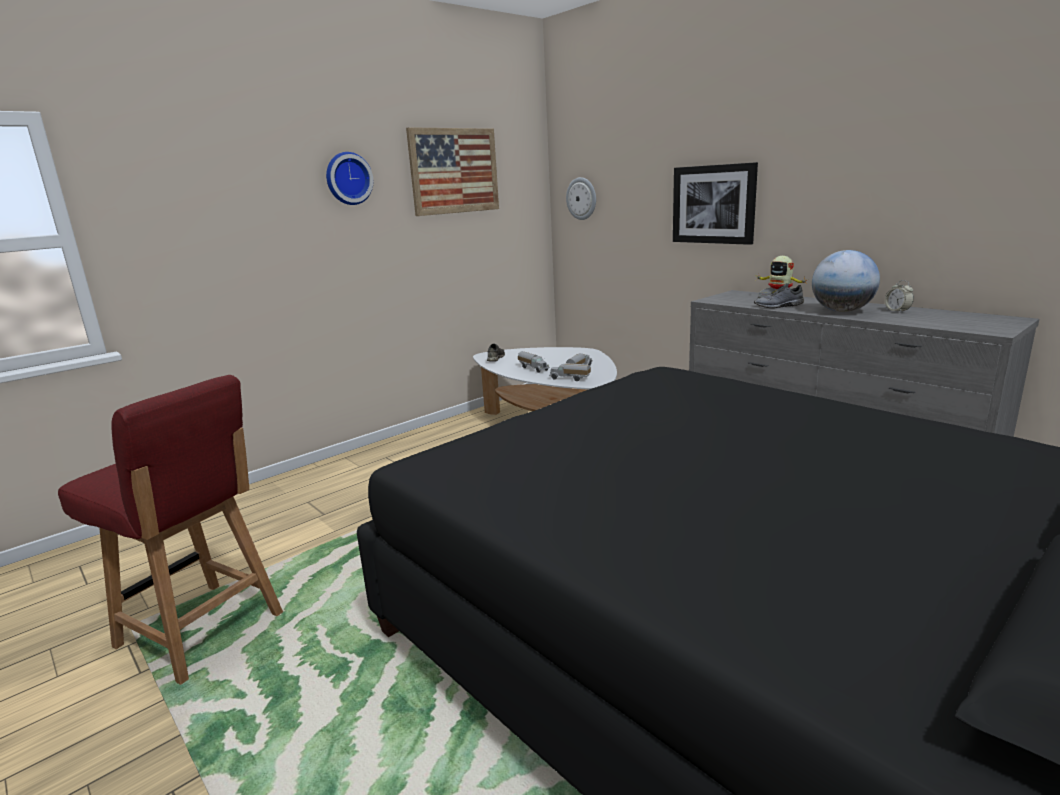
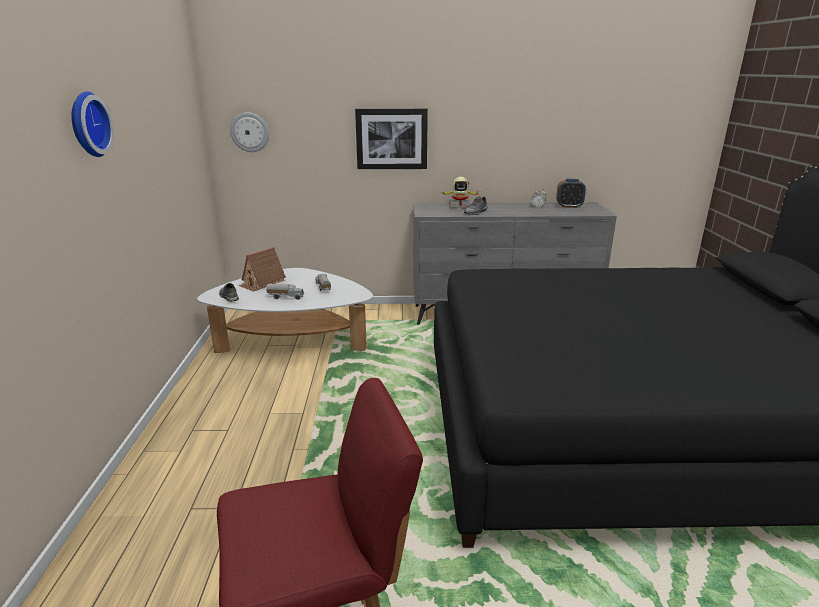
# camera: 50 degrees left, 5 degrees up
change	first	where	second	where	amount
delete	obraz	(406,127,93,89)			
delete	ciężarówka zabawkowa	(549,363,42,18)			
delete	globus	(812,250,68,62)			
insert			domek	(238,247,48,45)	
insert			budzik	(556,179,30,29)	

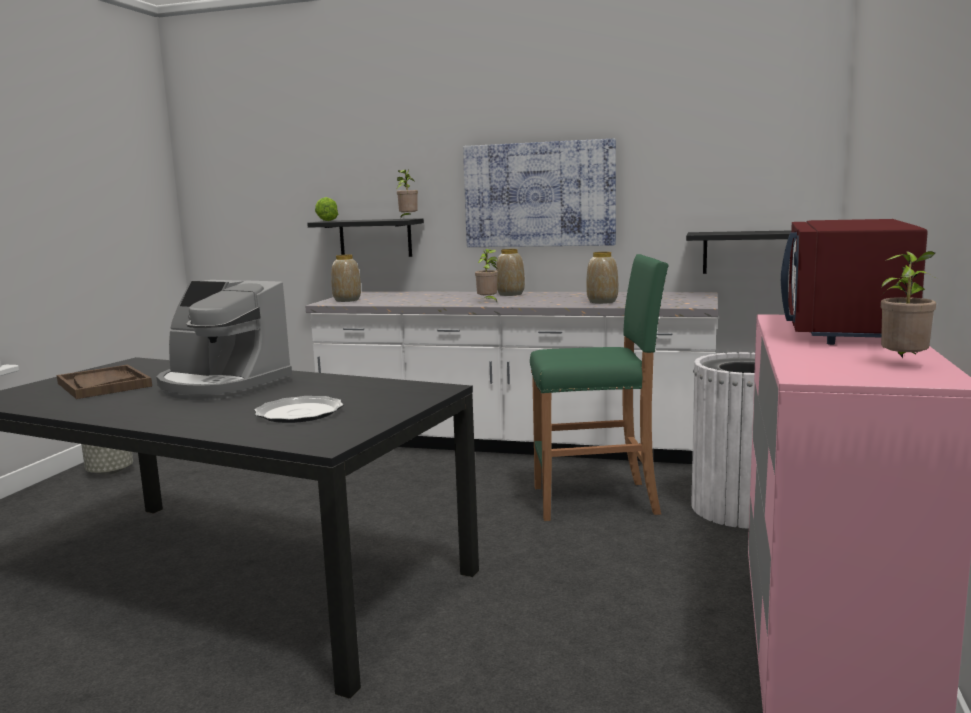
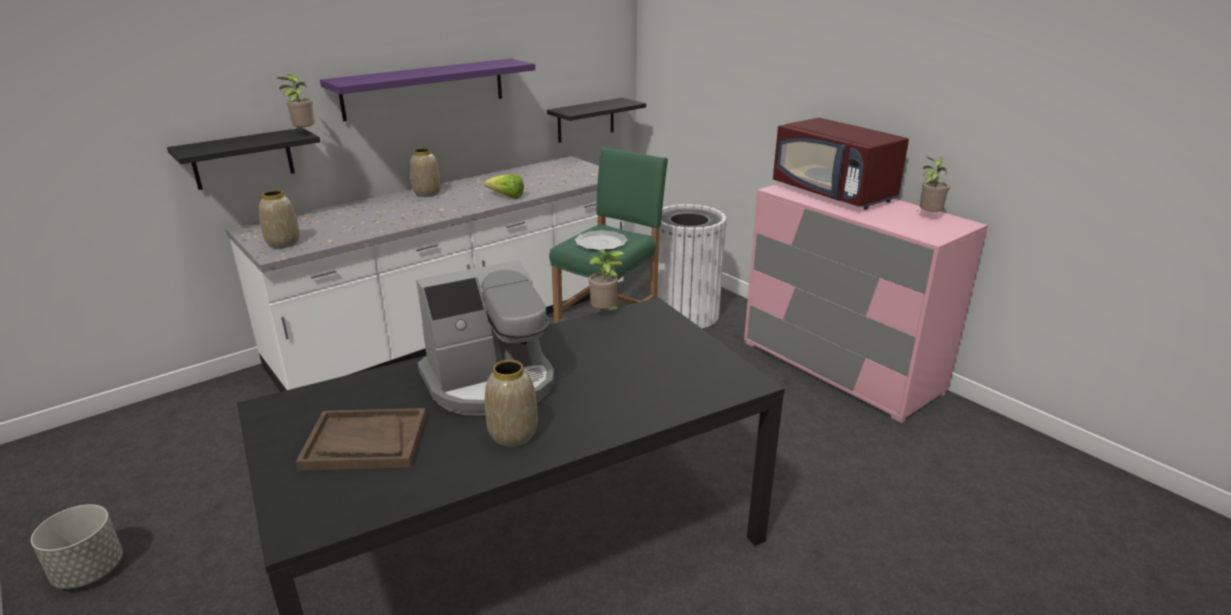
# camera: 55 degrees left, 15 degrees up
change	first	where	second	where	amount
move	talerz	(254,396,90,27)		(575,230,53,21)	
move	sałata	(315,197,23,24)		(484,174,40,25)	
replace	obraz	(463,139,153,108)	półka [fioletowy]	(320,58,215,63)	
move	roślina doniczkowa	(475,249,23,53)		(588,250,37,61)	
move	wazon	(586,252,32,52)		(485,360,53,87)	

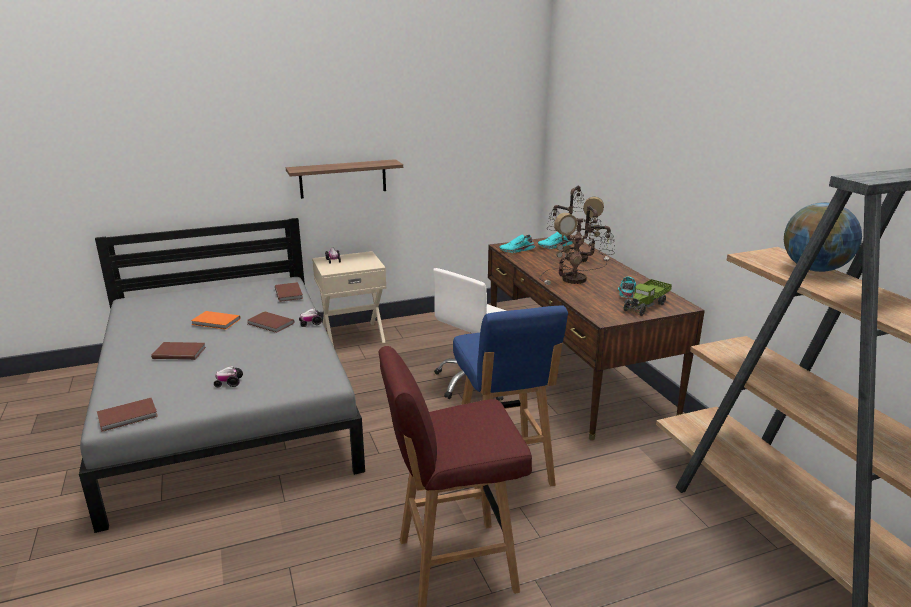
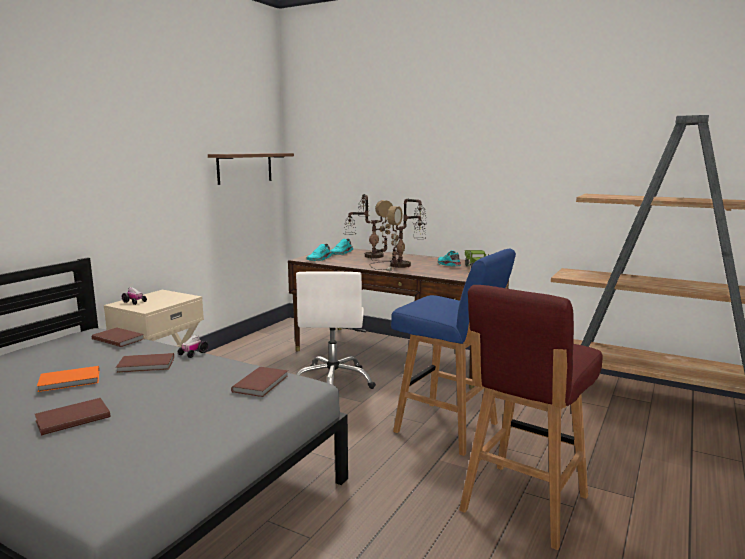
# camera: 40 degrees left, 10 degrees down
change	first	where	second	where	amount
move	książka [brązowy]	(97,398,61,34)		(231,367,57,30)	
delete	samochodzik	(214,367,29,21)			
move	półka	(286,159,117,40)		(208,153,86,32)	
delete	globus	(784,202,78,70)			

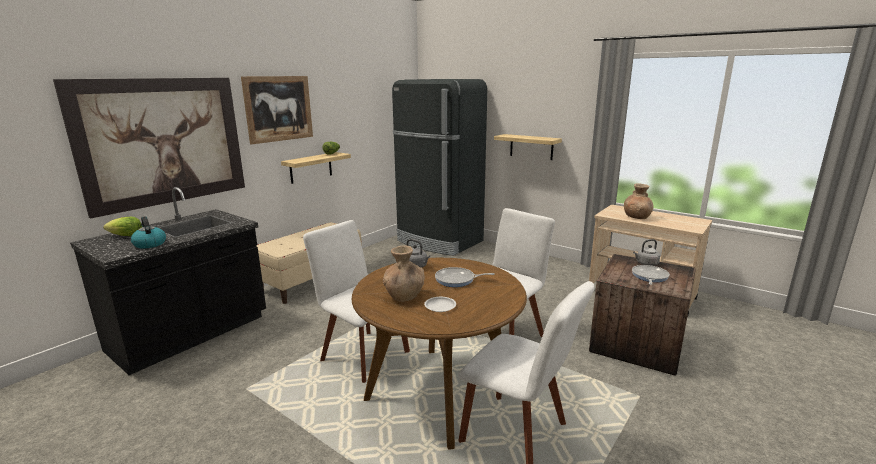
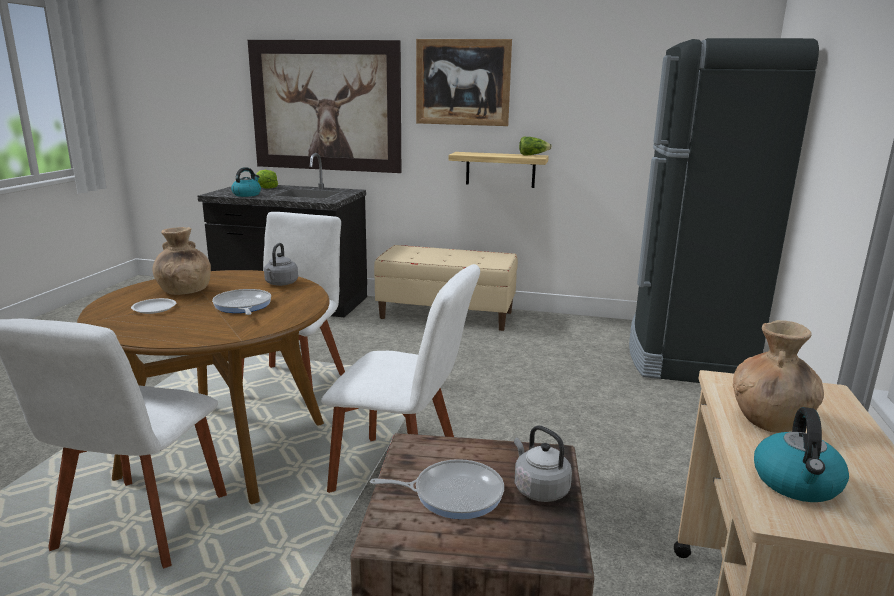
# camera: 65 degrees right, 0 degrees up
change	first	where	second	where	amount
delete	półka	(494,134,68,26)			
insert			czajnik	(754,407,95,95)	

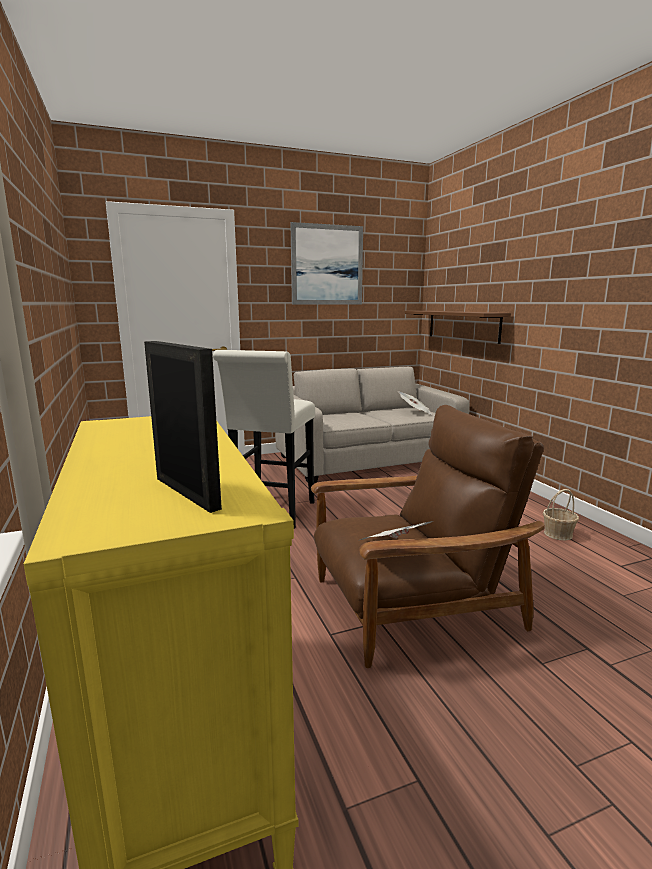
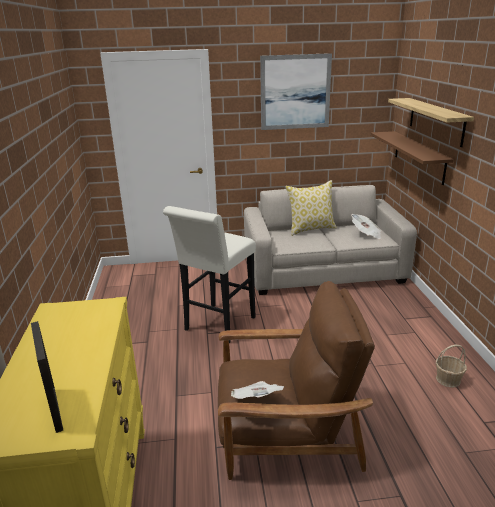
# camera: 15 degrees right, 10 degrees up
change	first	where	second	where	amount
insert			poduszka	(286,180,51,56)	
insert			półka	(388,98,86,49)	

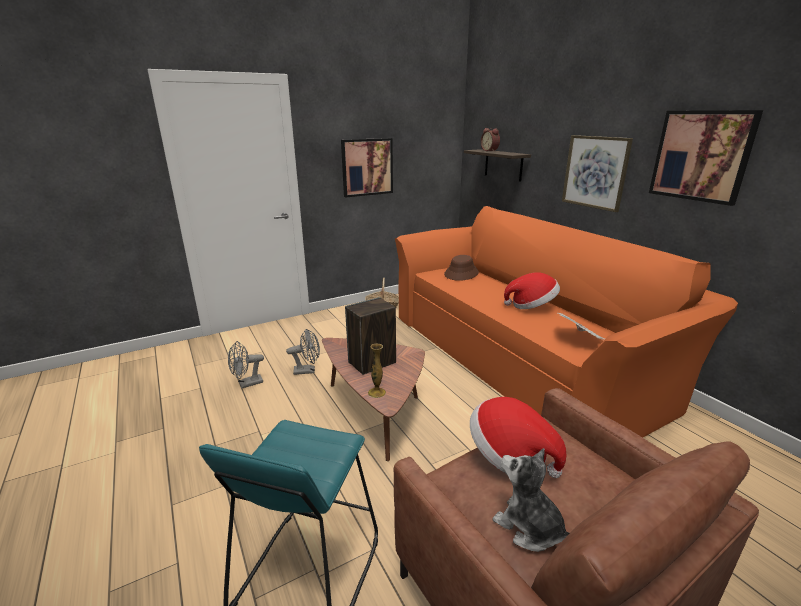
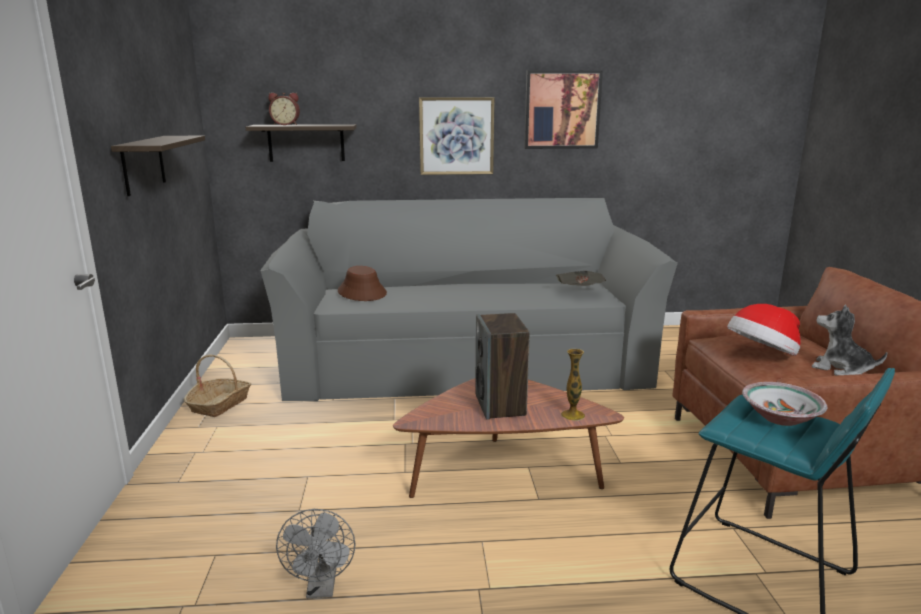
# camera: 65 degrees left, 5 degrees down
change	first	where	second	where	amount
delete	wentylator [szary]	(286,329,34,46)			
replace	obraz	(341,138,52,60)	półka	(111,136,94,60)	
recolor	kanapa [pomarańczowy]	(395,206,343,232)	kanapa [szary]	(261,198,417,203)	
rotate	pluszak	(492,448,78,104)		(812,305,76,70)	60 degrees clockwise
delete	kapelusz	(504,272,56,37)			
insert			miska	(742,382,85,44)	

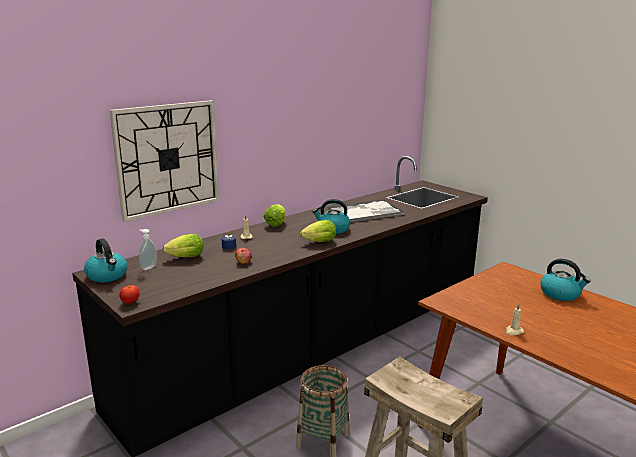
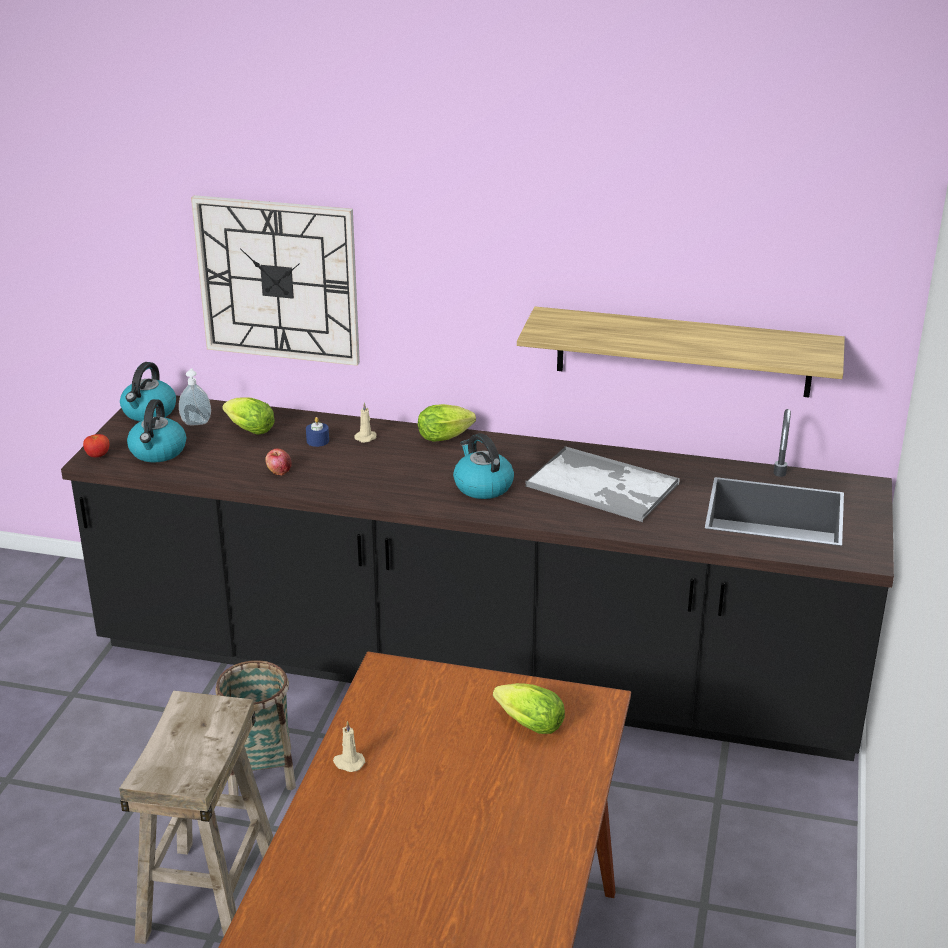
# camera: 55 degrees right, 10 degrees up
change	first	where	second	where	amount
move	sałata	(300,220,36,22)		(493,683,72,51)	
move	czajnik	(540,259,51,42)		(127,399,59,63)	
insert			półka	(517,307,328,90)	

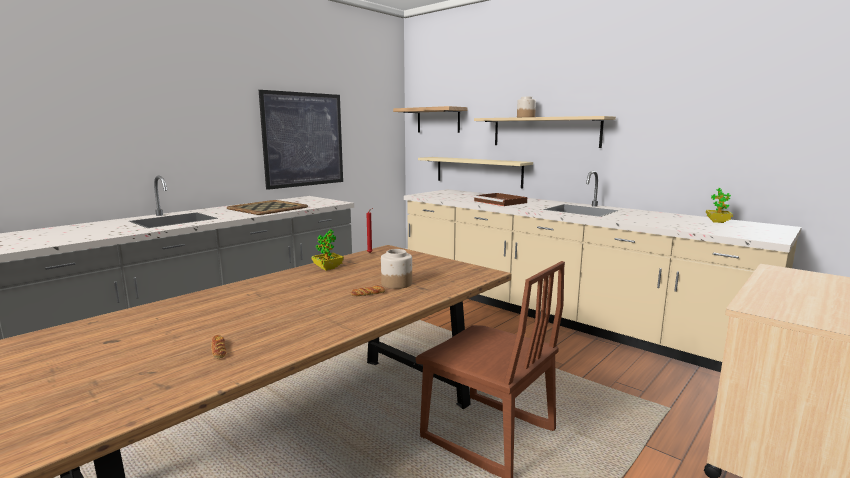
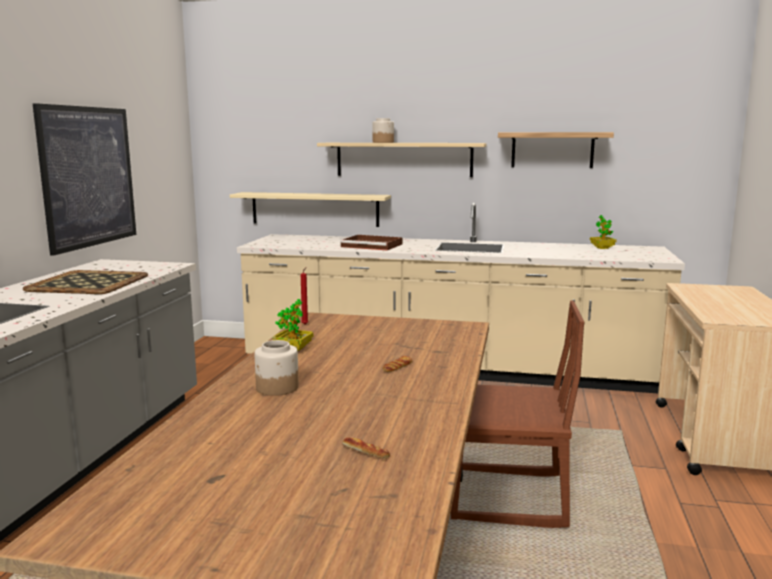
# camera: 30 degrees left, 0 degrees up
change	first	where	second	where	amount
move	słoik	(381,249,31,40)		(255,340,44,56)	
move	półka	(393,106,75,27)		(498,132,116,36)	

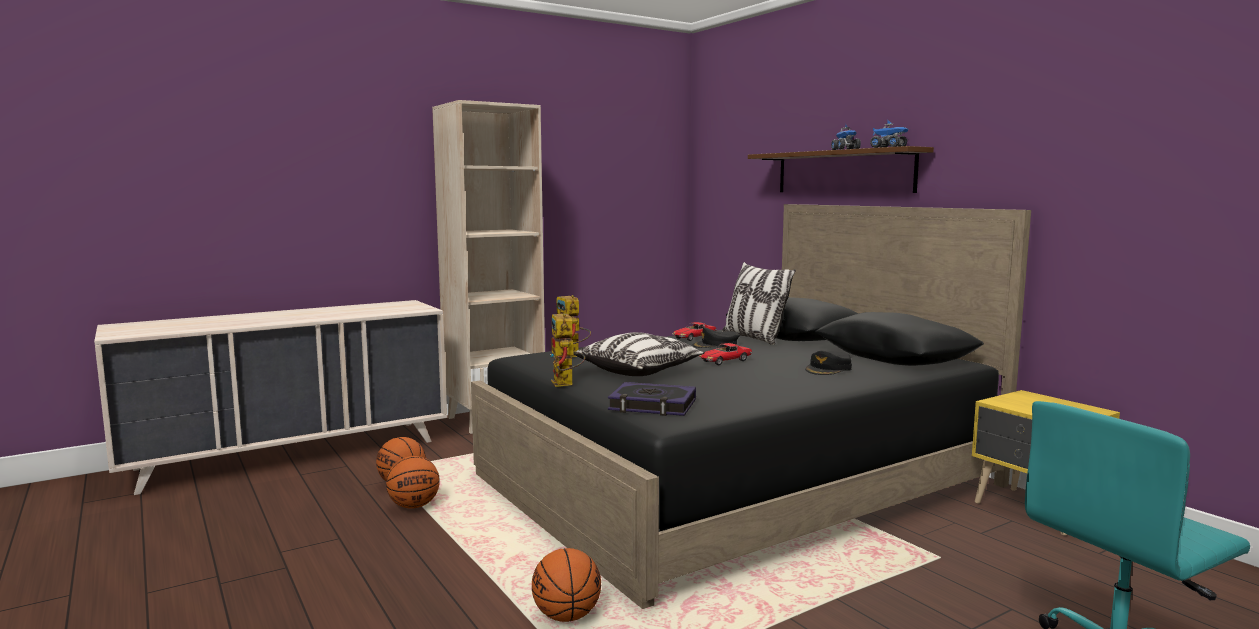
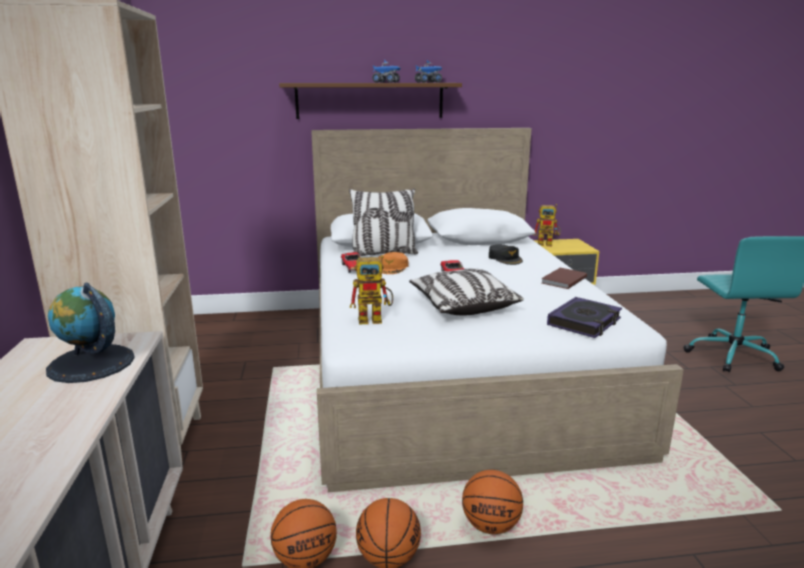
# camera: 65 degrees left, 10 degrees up
change	first	where	second	where	amount
recolor	łóżko [czarny]	(471,204,560,405)	łóżko [biały]	(311,128,373,364)	
move	piłka do koszykówki	(532,548,69,74)		(462,470,61,64)	
move	robot zabawkowy	(550,314,35,73)		(533,204,28,42)	
recolor	czapka z daszkiem [czarny]	(693,328,47,20)	czapka z daszkiem [pomarańczowy]	(379,252,30,22)	
insert			globus	(46,283,89,100)	
insert			książka [brązowy]	(541,268,46,21)	

